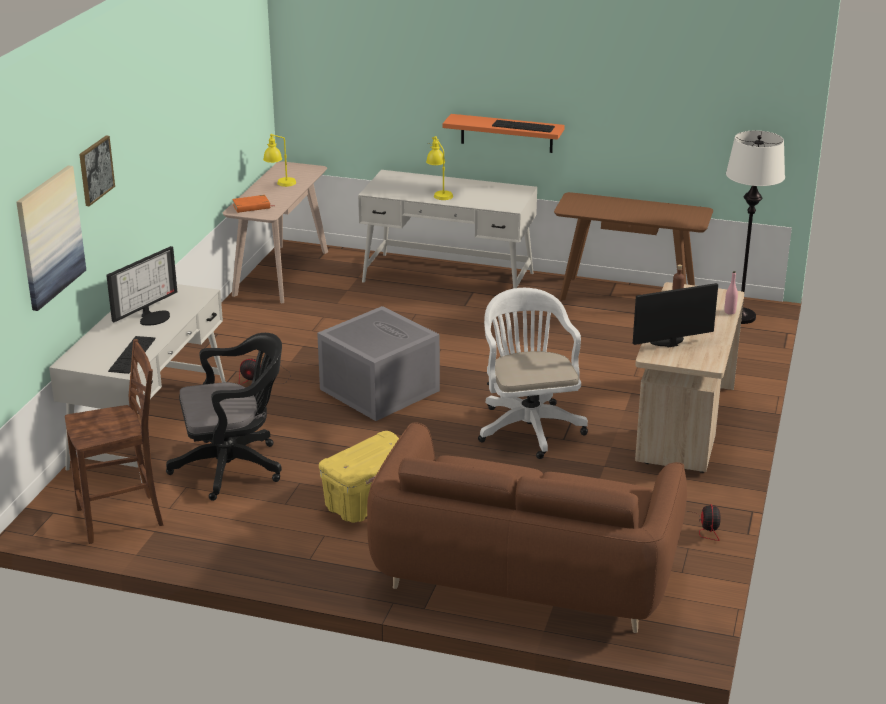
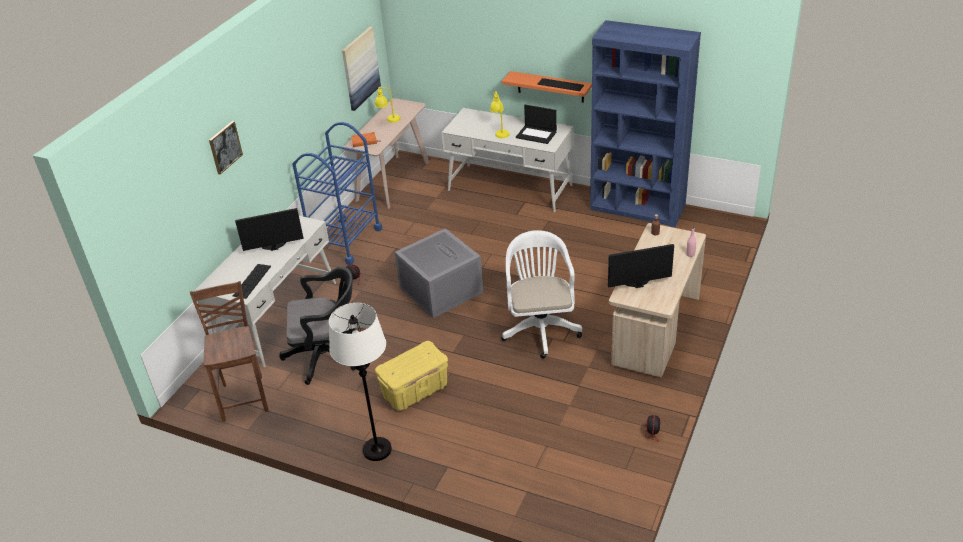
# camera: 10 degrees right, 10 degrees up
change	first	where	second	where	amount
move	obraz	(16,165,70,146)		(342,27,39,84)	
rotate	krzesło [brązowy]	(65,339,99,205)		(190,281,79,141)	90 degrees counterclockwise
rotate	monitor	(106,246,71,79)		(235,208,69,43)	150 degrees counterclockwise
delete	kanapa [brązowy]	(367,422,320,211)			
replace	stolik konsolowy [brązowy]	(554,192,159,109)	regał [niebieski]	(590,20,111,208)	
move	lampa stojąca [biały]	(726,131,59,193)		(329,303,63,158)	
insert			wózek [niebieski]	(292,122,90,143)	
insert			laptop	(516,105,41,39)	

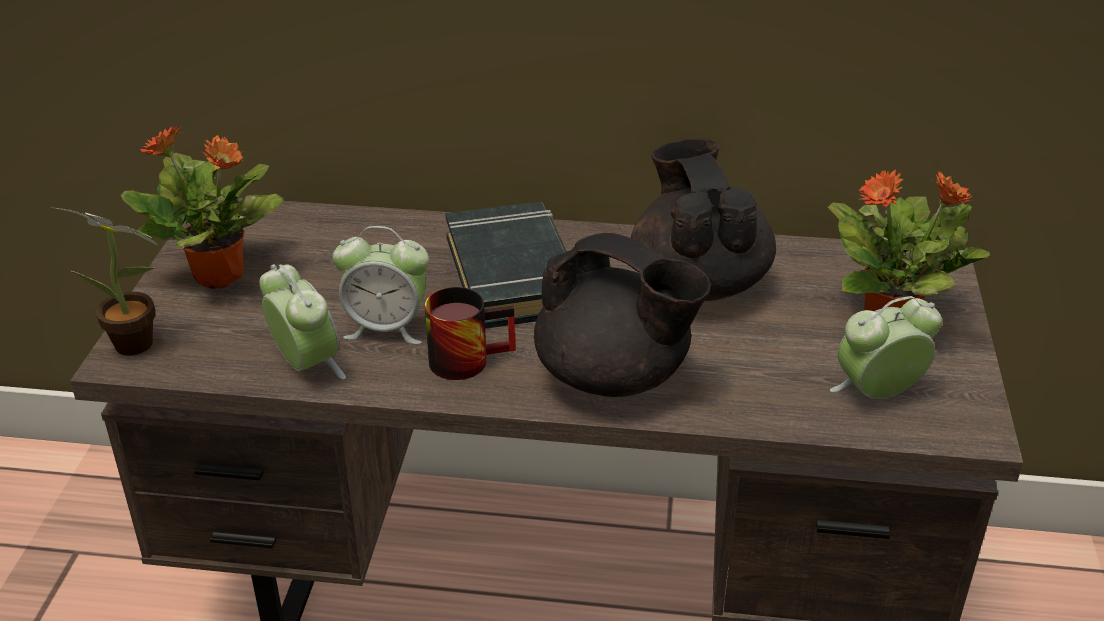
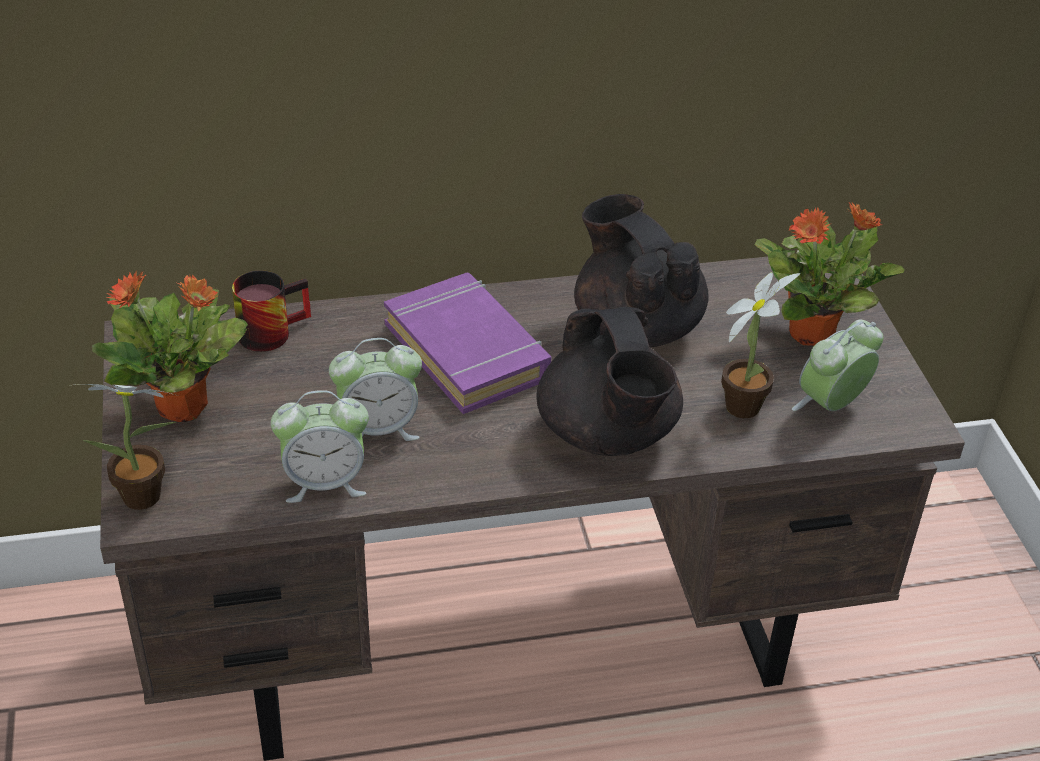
# camera: 20 degrees left, 5 degrees up
change	first	where	second	where	amount
rotate	budzik	(259,264,87,115)		(271,390,98,113)	135 degrees clockwise
move	kubek	(425,287,91,93)		(232,270,79,82)	
recolor	książka [czarny]	(445,202,122,127)	książka [fioletowy]	(384,273,168,141)	
rotate	imbryk [czarny]	(534,233,177,164)		(537,307,146,149)	60 degrees clockwise
insert			roślina doniczkowa	(721,272,80,146)	

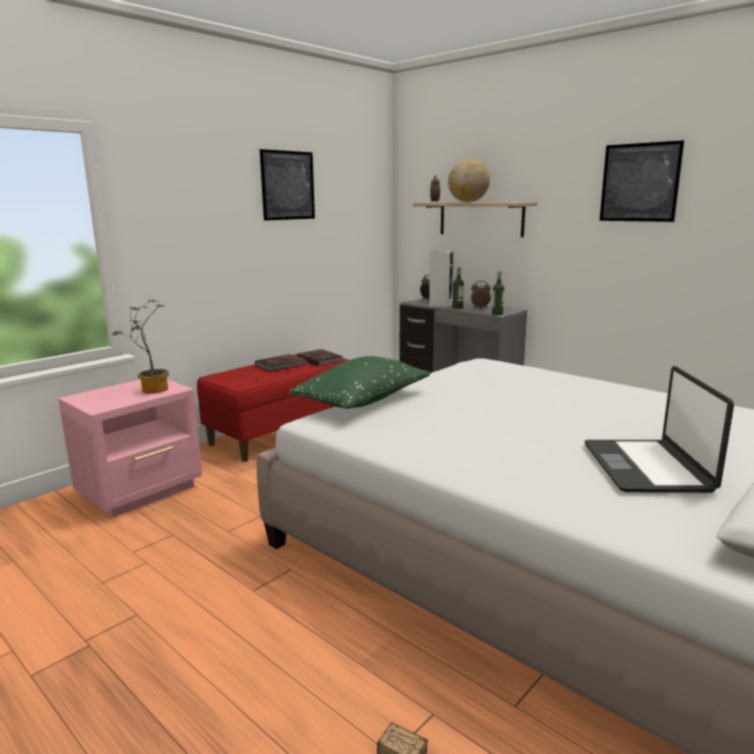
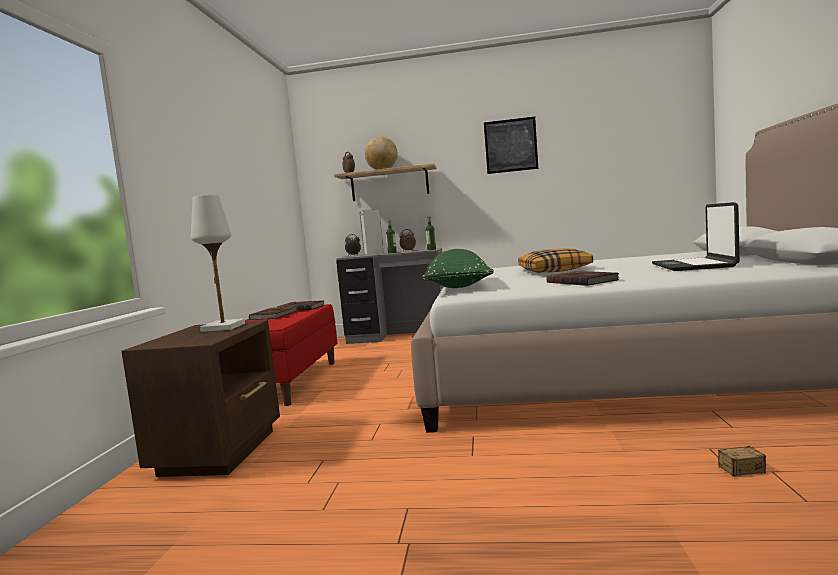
# camera: 35 degrees left, 10 degrees down
change	first	where	second	where	amount
recolor	szafka nocna [różowy]	(58,379,144,138)	szafka nocna [brązowy]	(121,320,159,157)	
replace	roślina doniczkowa	(112,300,57,94)	lampa stołowa [biały]	(191,195,54,137)	
delete	obraz	(260,149,55,72)			
rotate	laptop	(585,366,149,127)		(652,202,88,69)	45 degrees clockwise
insert			poduszka	(518,248,75,25)	
insert			książka [brązowy]	(546,271,73,15)	

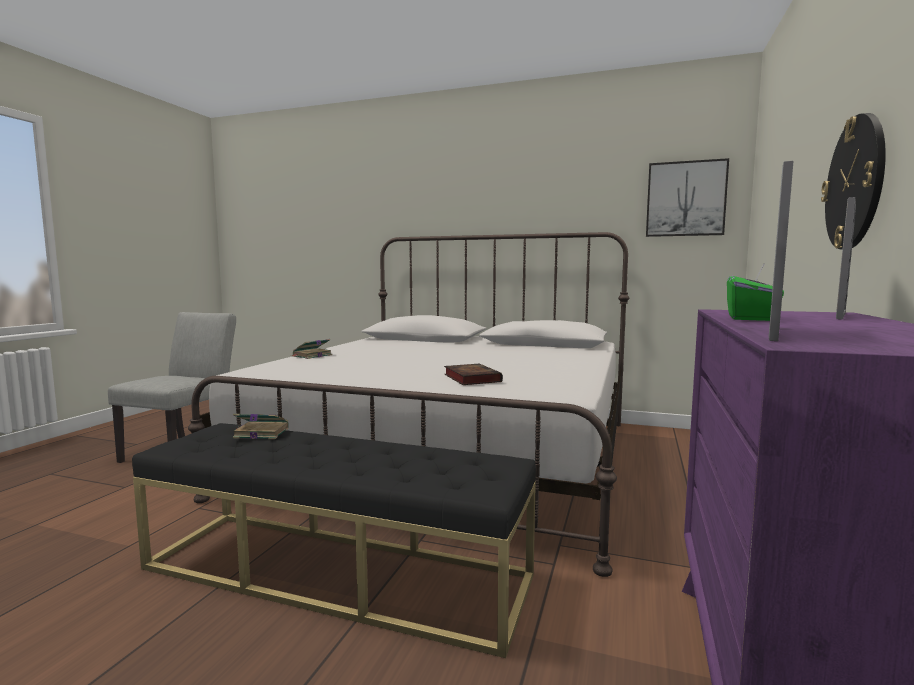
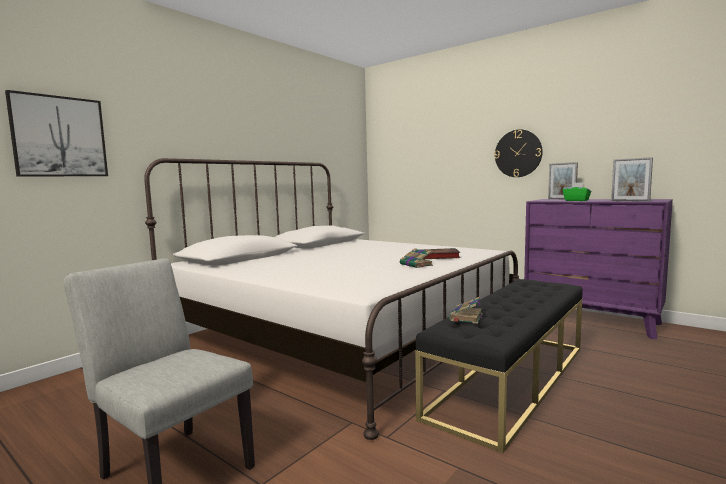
# camera: 70 degrees left, 0 degrees up
change	first	where	second	where	amount
move	książka	(292,339,40,20)		(400,248,33,20)	
move	obraz	(646,158,83,79)		(5,90,103,87)	

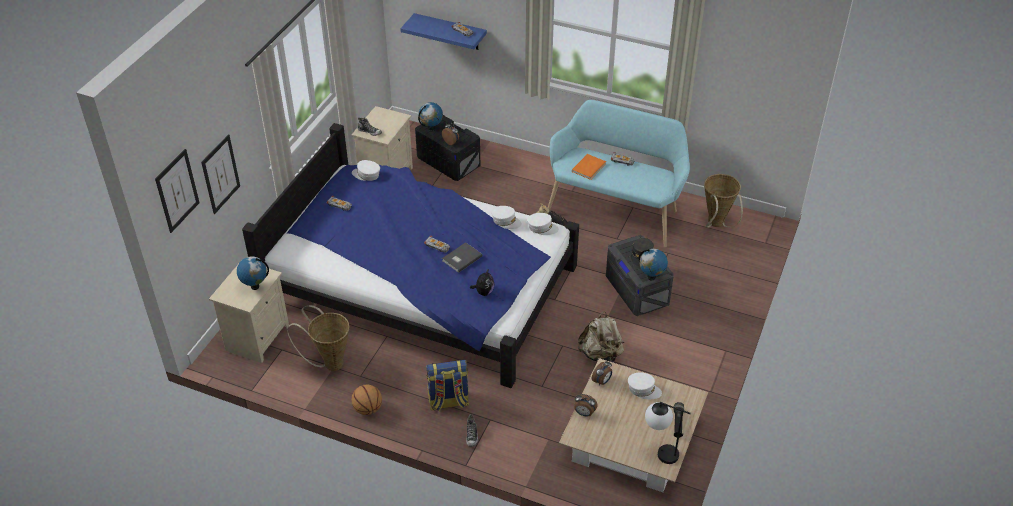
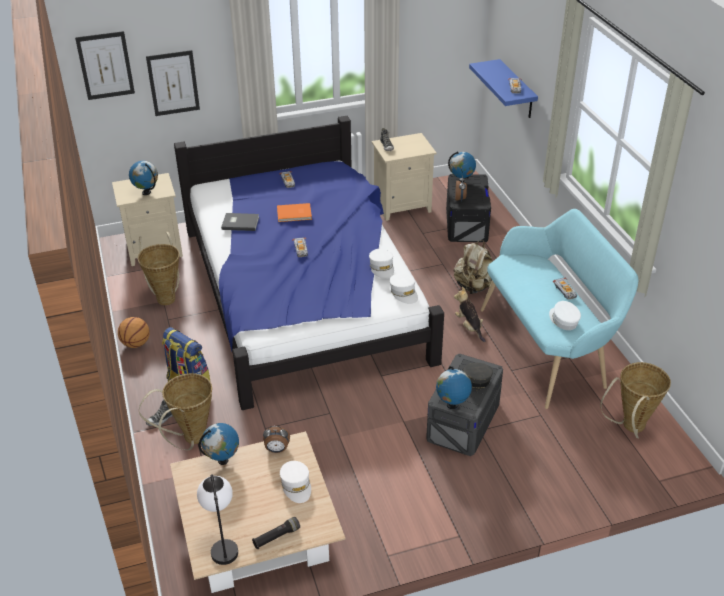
# camera: 50 degrees right, 5 degrees down
change	first	where	second	where	amount
move	czapka z daszkiem [biały]	(352,160,28,21)		(549,301,32,29)	
move	książka [szary]	(442,242,41,31)		(221,213,38,18)	
delete	pluszak	(470,268,24,28)			
move	książka [pomarańczowy]	(572,154,34,26)		(277,203,35,19)	
replace	budzik	(574,394,24,23)	globus	(199,423,40,42)	
move	plecak [beżowy]	(578,311,46,51)		(454,240,39,54)	
insert			koszyk	(139,373,73,77)	

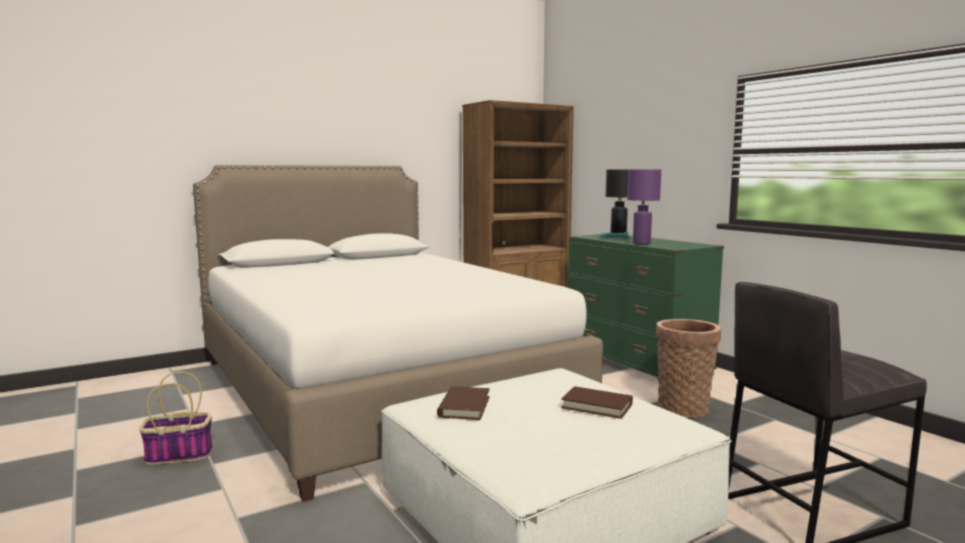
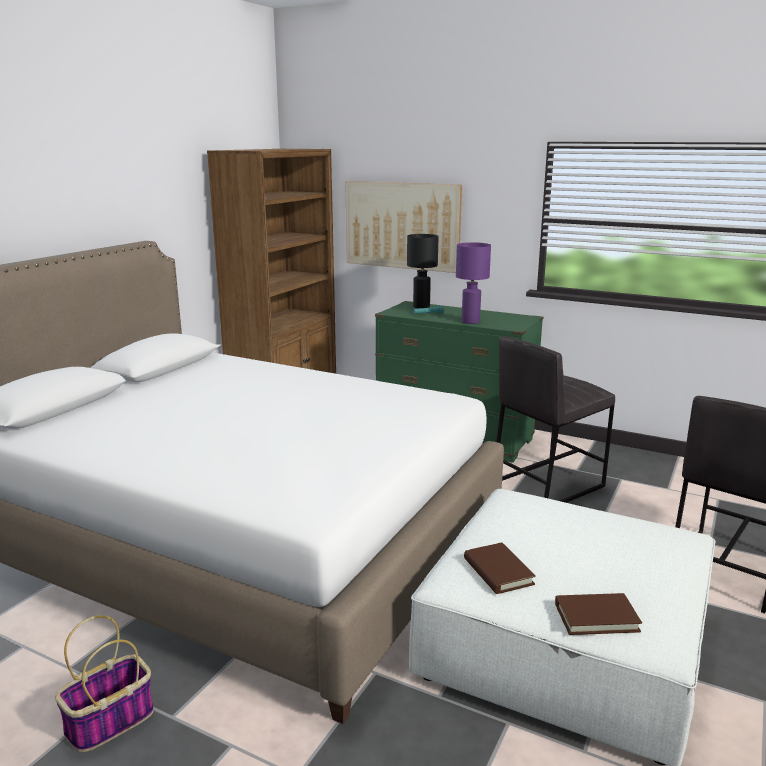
# camera: 30 degrees left, 10 degrees up
change	first	where	second	where	amount
move	książka [brązowy]	(561,386,72,33)		(555,593,87,42)	
replace	koszyk	(656,319,65,99)	stołek [szary]	(496,336,119,167)	
insert			obraz	(345,181,117,92)	

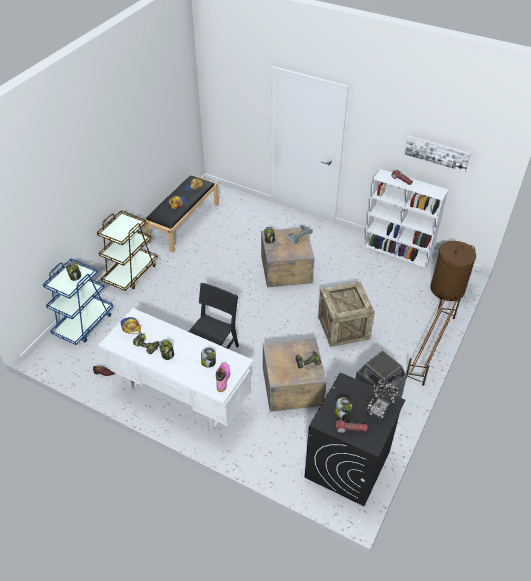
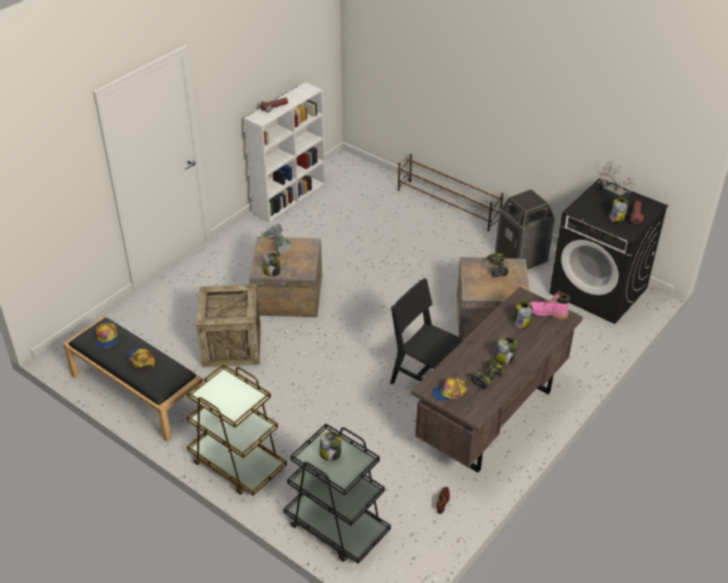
# camera: 80 degrees left, 5 degrees down
change	first	where	second	where	amount
recolor	wózek [niebieski]	(43,258,70,87)	wózek [czarny]	(284,424,107,140)	
recolor	biurko [biały]	(99,308,154,123)	biurko [brązowy]	(411,287,172,186)	
move	skrzynka	(318,282,57,65)		(196,284,65,83)	
delete	obraz	(405,136,66,36)			
delete	kosz na pranie [brązowy]	(430,241,46,60)			

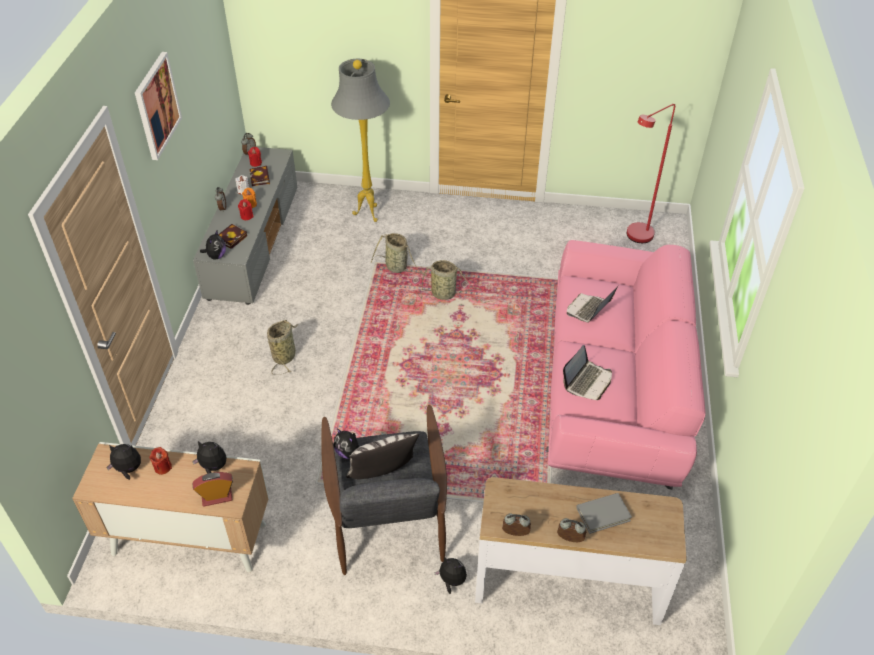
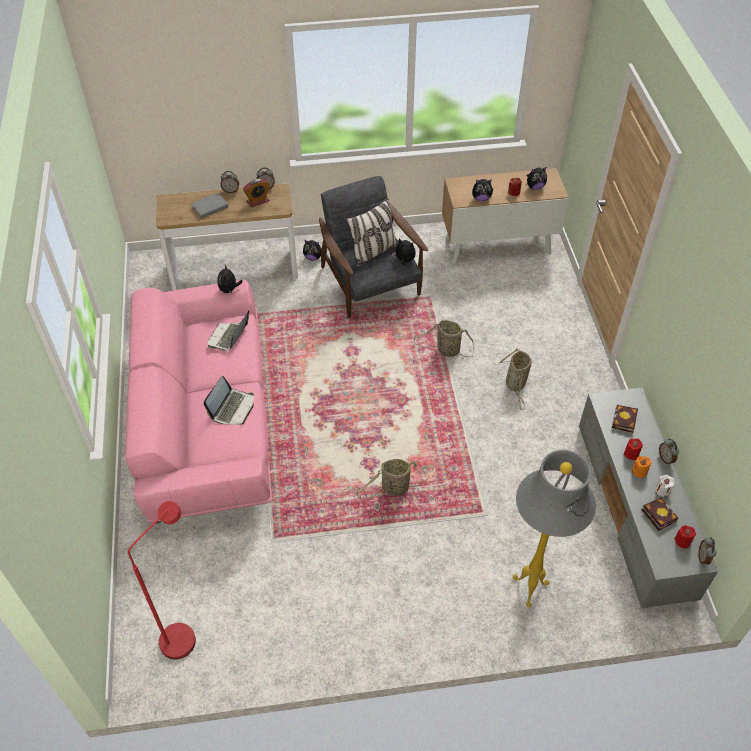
# camera: 165 degrees right, 5 degrees up
change	first	where	second	where	amount
delete	obraz	(135,52,47,108)			
move	budzik	(193,472,40,35)		(243,179,27,28)	
move	pluszak	(200,231,26,28)		(217,265,26,29)	
move	koszyk	(371,233,56,43)		(414,320,60,37)	

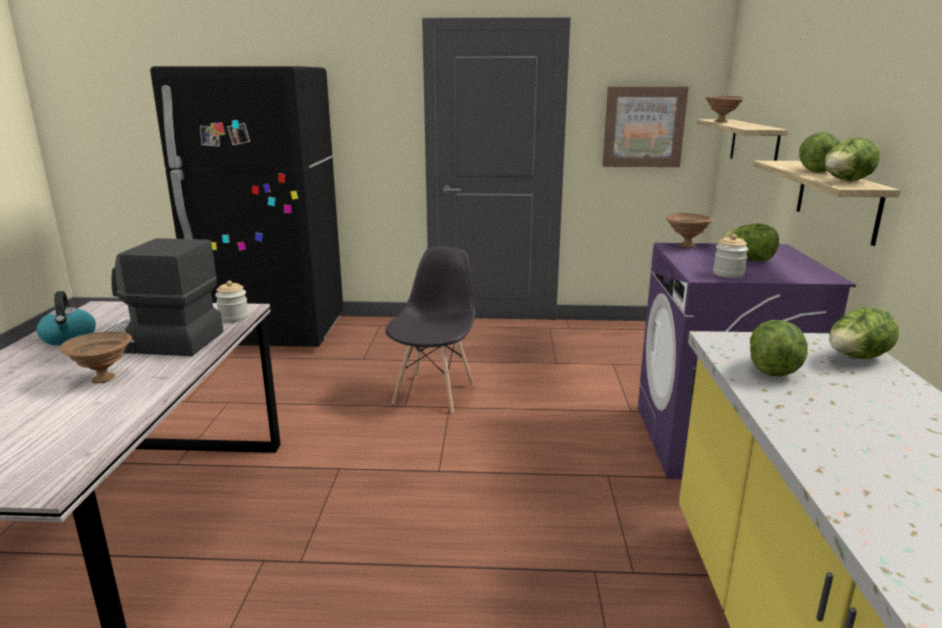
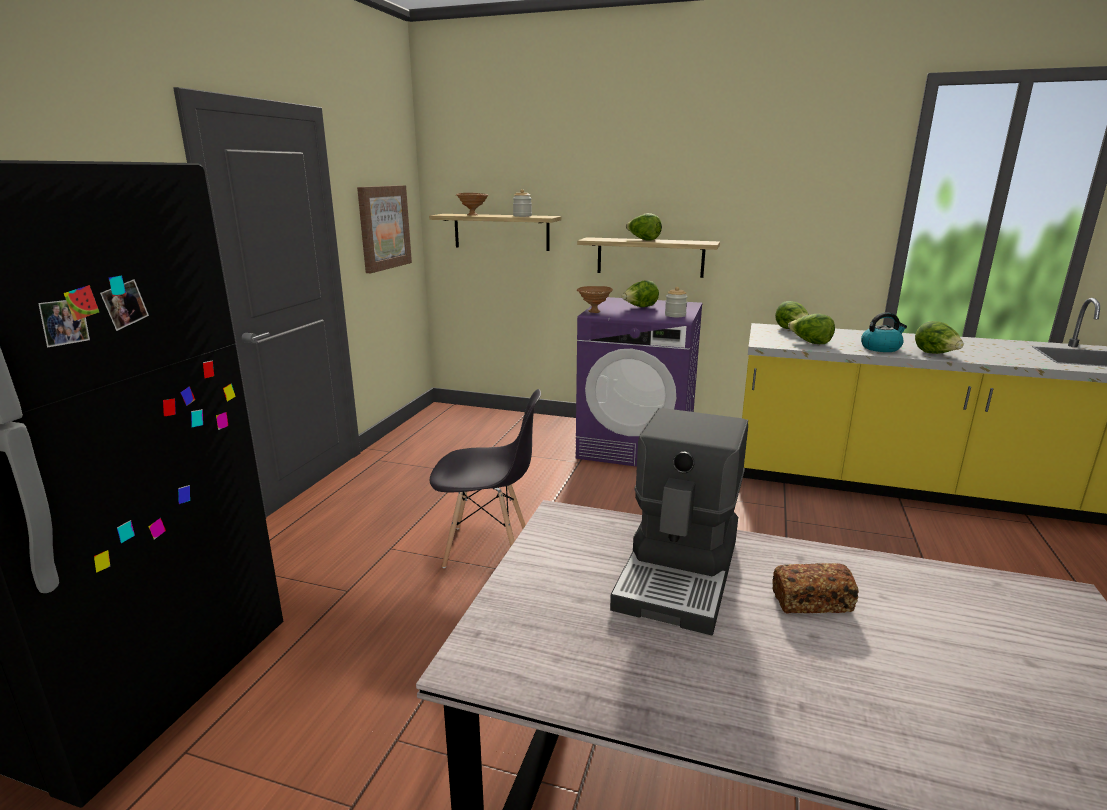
# camera: 75 degrees left, 0 degrees up
change	first	where	second	where	amount
move	czajnik	(37,291,59,54)		(861,312,46,40)	
replace	miska [brązowy]	(60,331,72,52)	chleb	(772,563,87,50)	
move	słoik	(215,281,34,42)		(513,189,19,28)	
rotate	krzesło [szary]	(385,246,90,167)		(430,389,111,179)	150 degrees clockwise
move	sałata	(824,137,56,44)		(915,321,49,33)	

